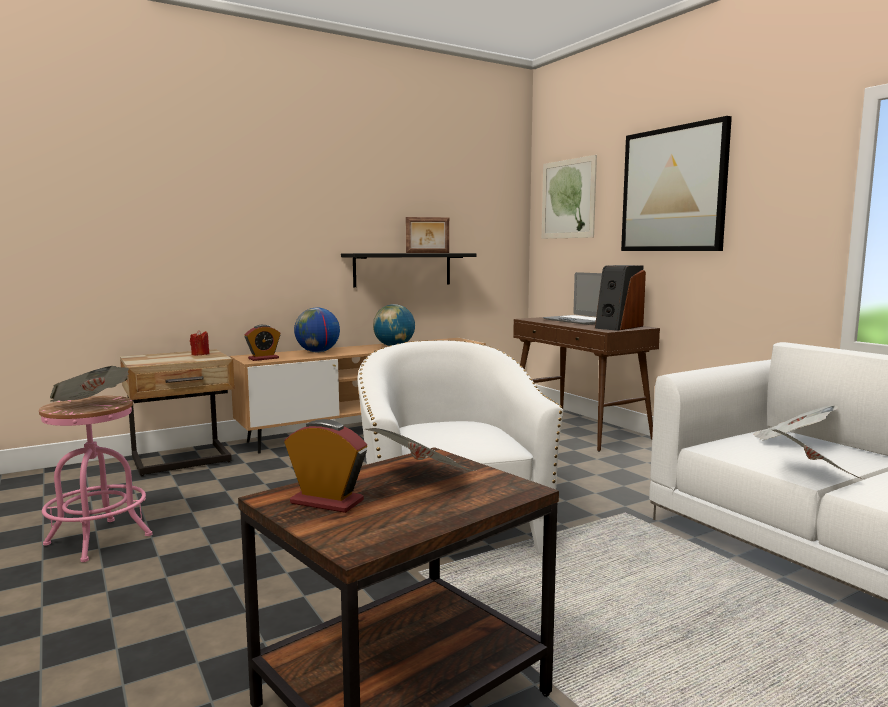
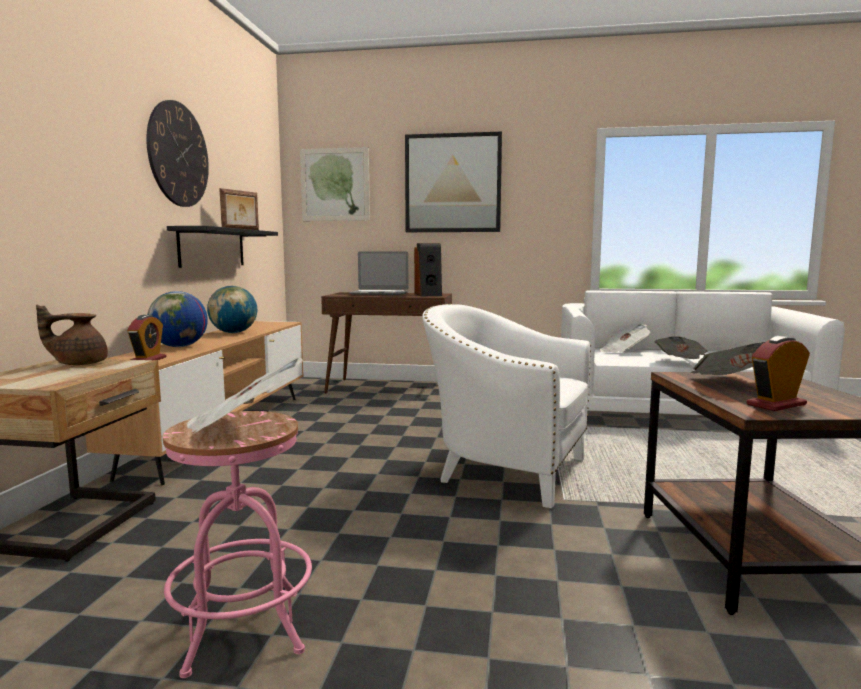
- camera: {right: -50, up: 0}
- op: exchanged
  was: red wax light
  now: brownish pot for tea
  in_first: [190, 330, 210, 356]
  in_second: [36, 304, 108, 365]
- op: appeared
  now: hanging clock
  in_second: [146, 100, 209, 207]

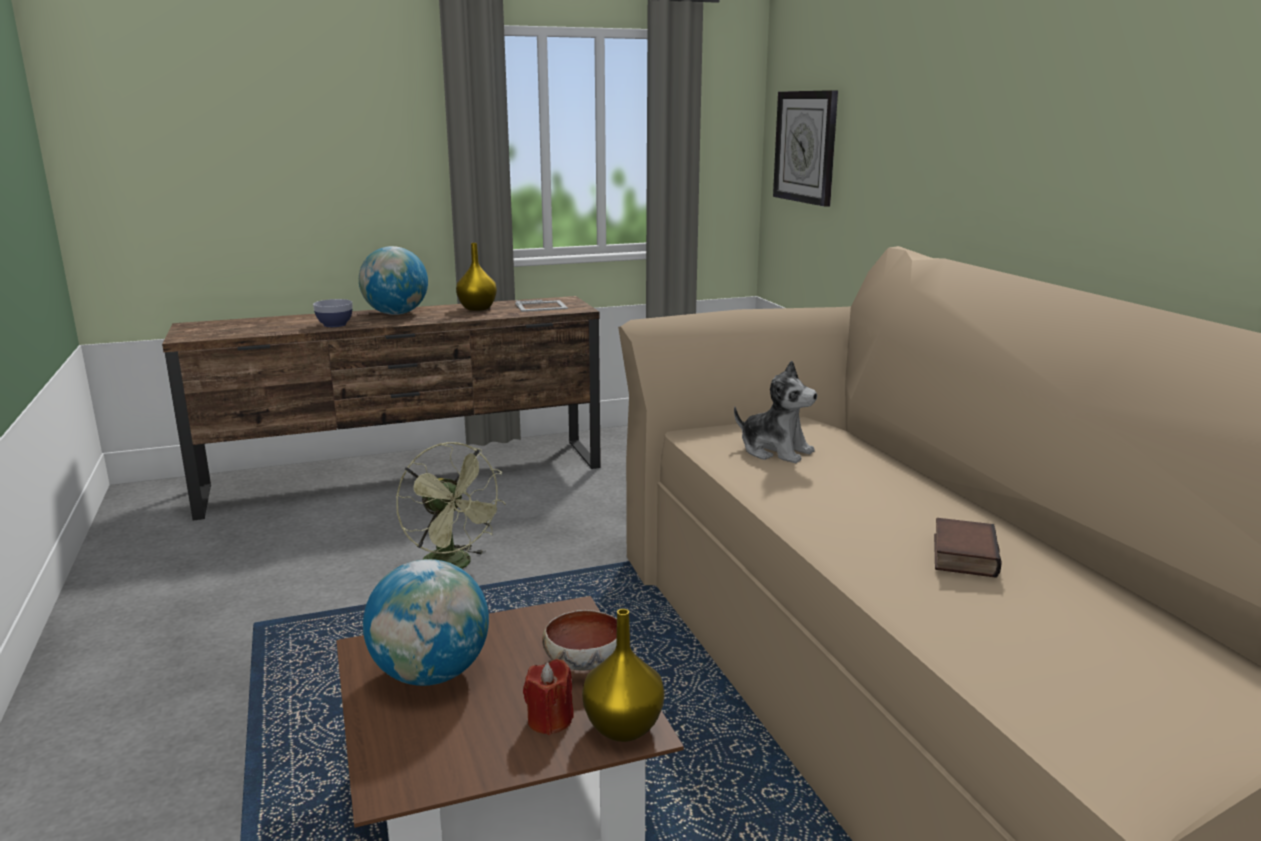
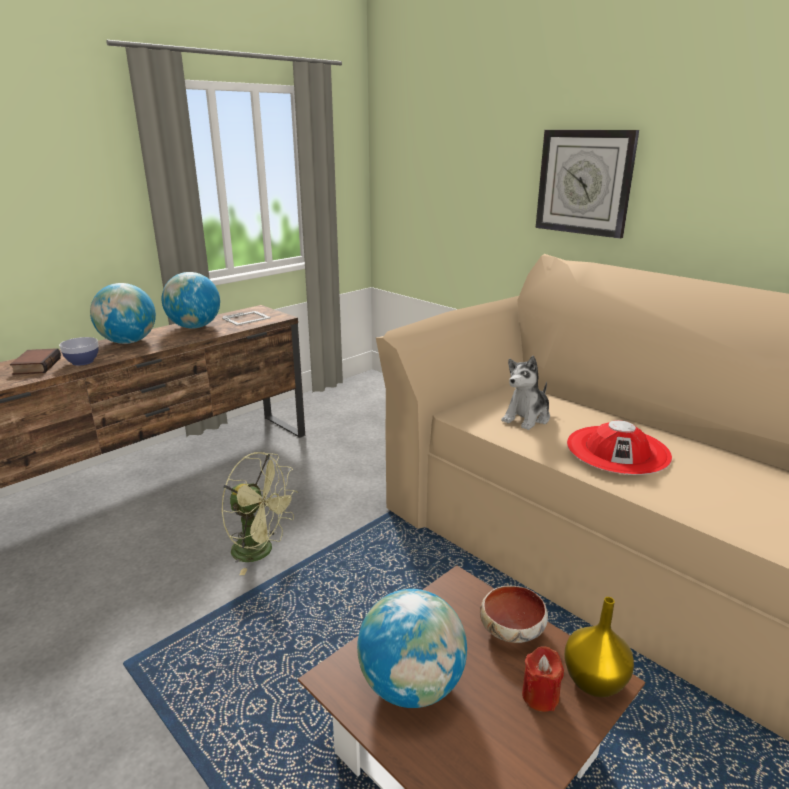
- camera: {right: -25, up: 5}
- op: relocated
  was: hanging clock
  in_first: [773, 90, 838, 207]
  in_second: [536, 130, 639, 239]
- op: exchanged
  was: yellow decorative vase
  now: globe
  in_first: [456, 243, 497, 311]
  in_second: [162, 272, 220, 329]
- op: spun
  was: plush toy
  in_first: [734, 361, 817, 463]
  in_second: [501, 356, 550, 430]
  clockwise: 120
- op: relocated
  was: book
  in_first: [934, 518, 1002, 578]
  in_second: [10, 348, 61, 375]
- op: appeared
  now: red hat
  in_second: [567, 420, 672, 475]

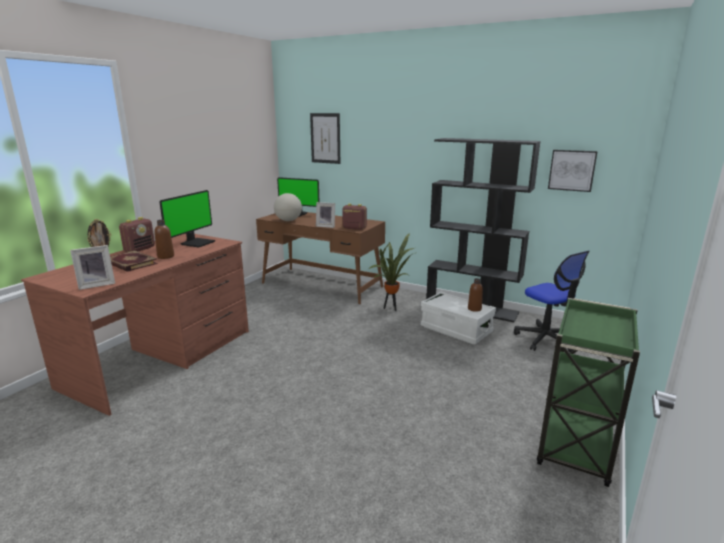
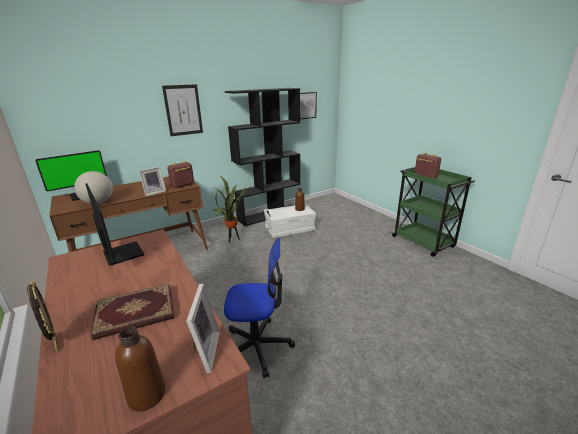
- camera: {right: -60, up: 5}
- op: relocated
  was: wall picture
  in_first: [310, 113, 340, 164]
  in_second: [162, 84, 203, 136]
- op: relocated
  was: radio receiver
  in_first: [119, 217, 155, 252]
  in_second: [415, 153, 441, 179]
- op: relocated
  was: brownish bottle
  in_first: [154, 220, 174, 259]
  in_second: [115, 326, 165, 411]
- op: relocated
  was: computer chair
  in_first: [514, 251, 590, 352]
  in_second: [224, 238, 295, 378]

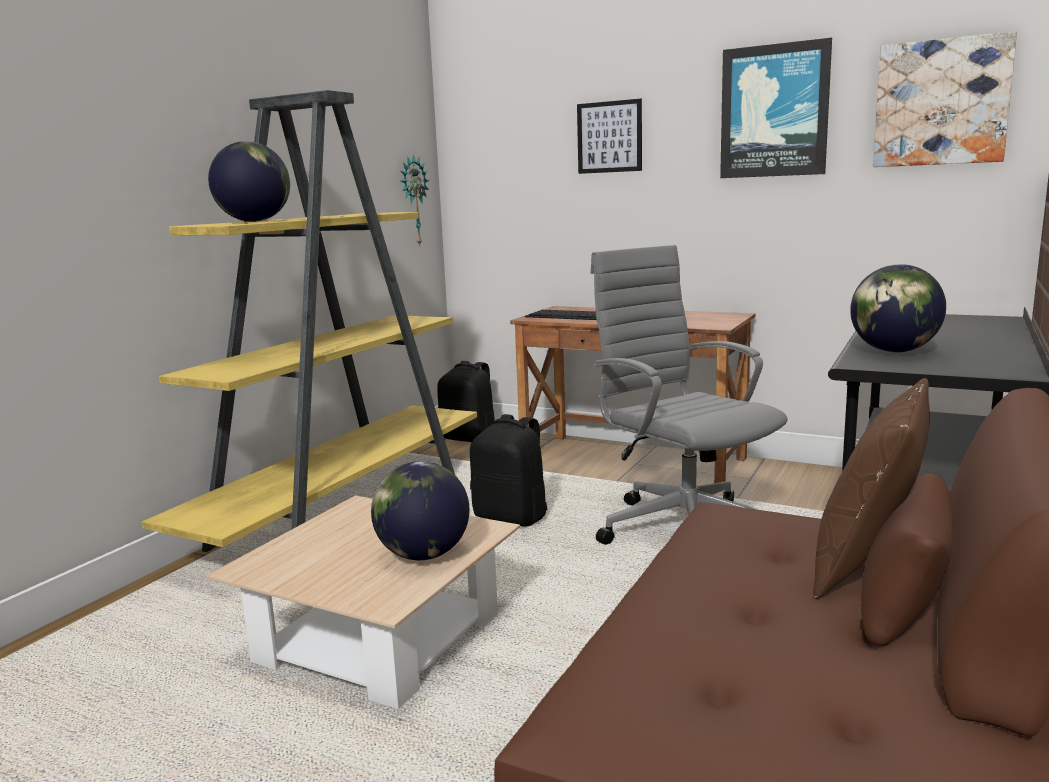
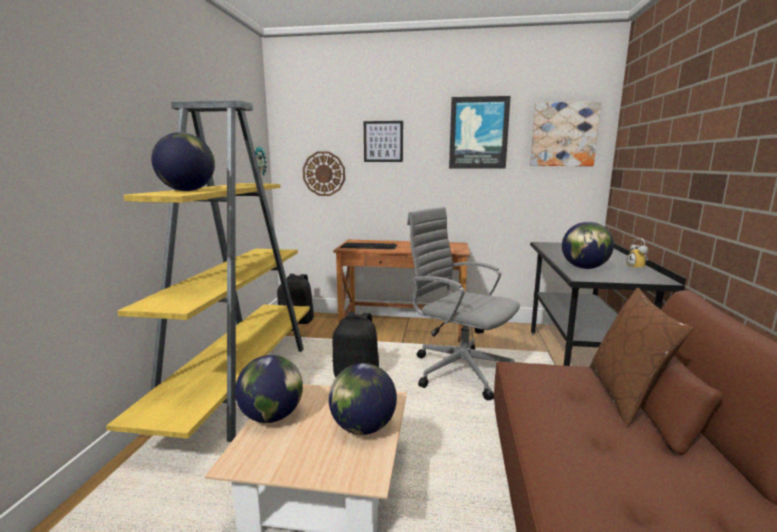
- camera: {right: -20, up: 0}
- op: appeared
  now: hanging clock
  in_second: [303, 151, 345, 196]
- op: appeared
  now: table clock
  in_second: [626, 238, 648, 270]
- op: appeared
  now: globe
  in_second: [235, 355, 303, 423]

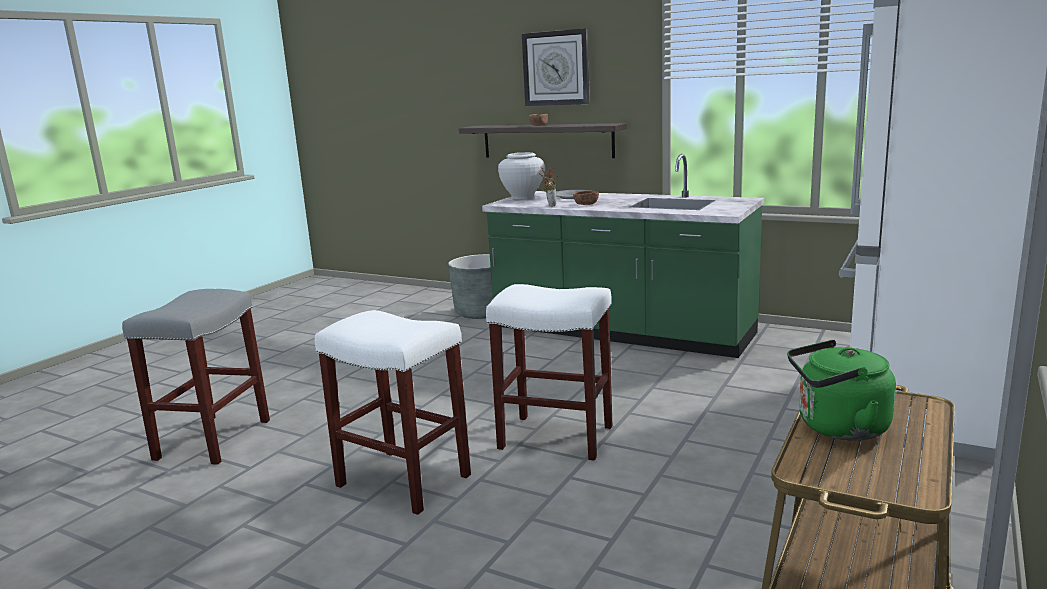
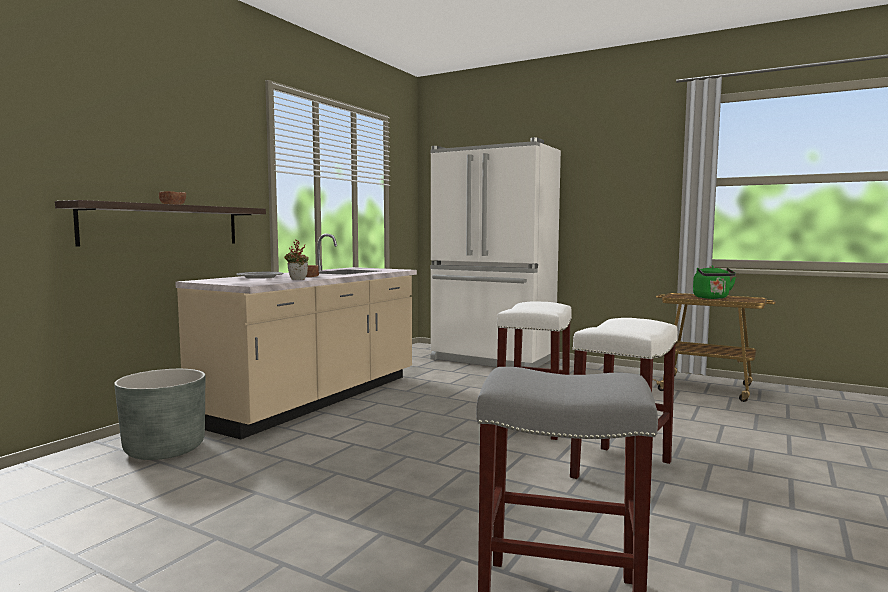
- camera: {right: -90, up: -10}
- op: missing
  was: hanging clock
  in_first: [522, 28, 590, 106]
- op: missing
  was: white-coloured decorative vase
  in_first: [498, 152, 545, 199]
- op: colour
  was: green-coloured kitchen counter
  now: beige-coloured kitchen counter
  in_first: [482, 154, 764, 358]
  in_second: [175, 234, 417, 439]

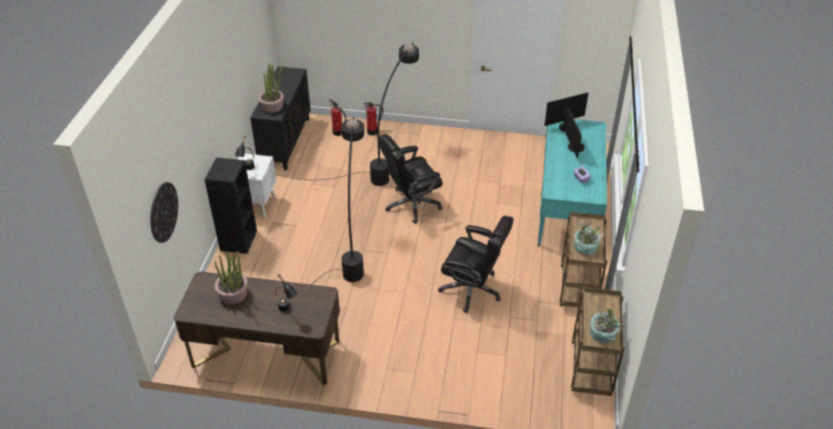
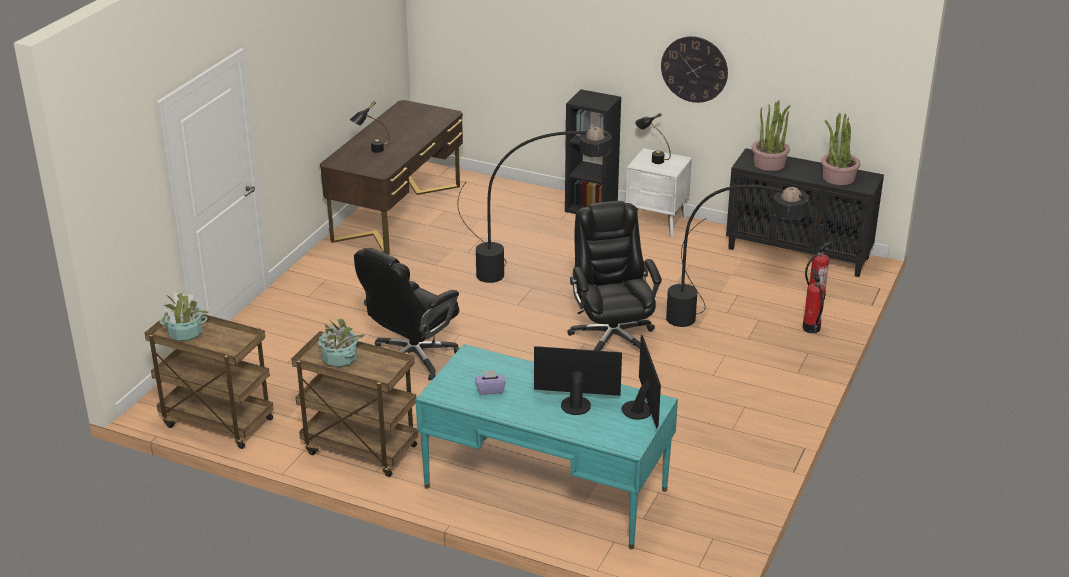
- camera: {right: 105, up: -10}
- op: relocated
  was: hanging clock
  in_first: [150, 182, 178, 243]
  in_second: [661, 36, 728, 103]
- op: relocated
  was: houseplant
  in_first: [214, 251, 248, 305]
  in_second: [821, 113, 860, 185]

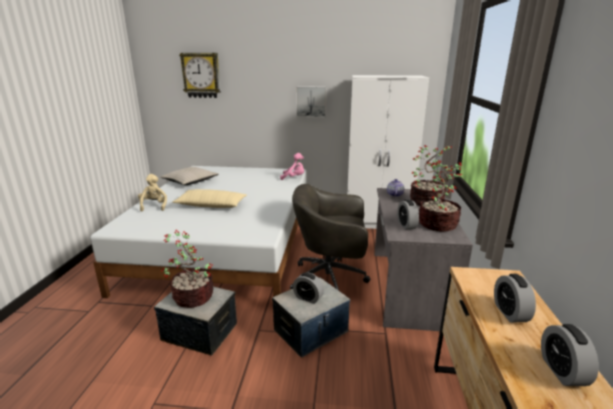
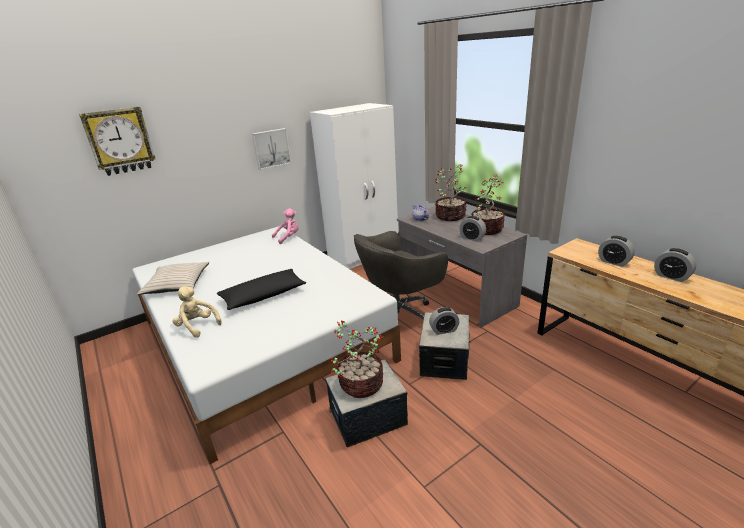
- camera: {right: -40, up: 5}
- op: colour
  was: beige-coloured cushion
  now: black-coloured cushion
  in_first: [173, 189, 247, 208]
  in_second: [217, 269, 306, 310]

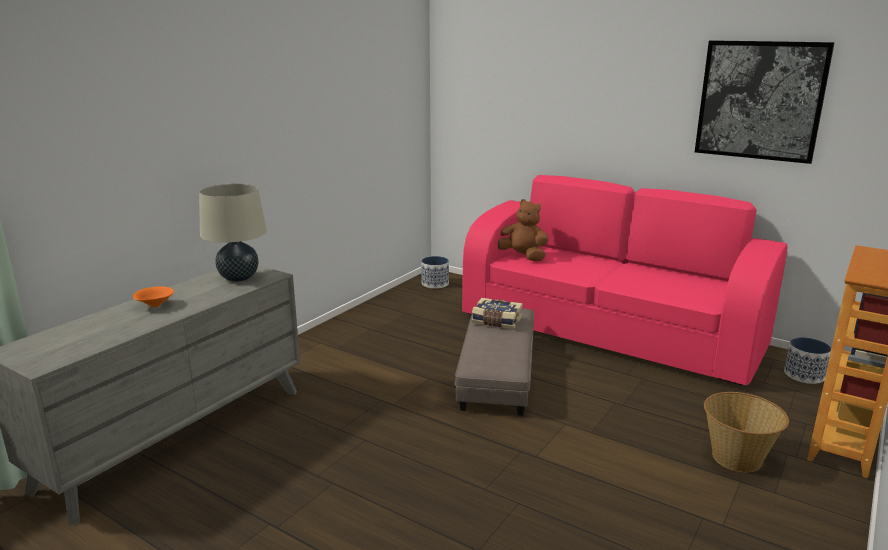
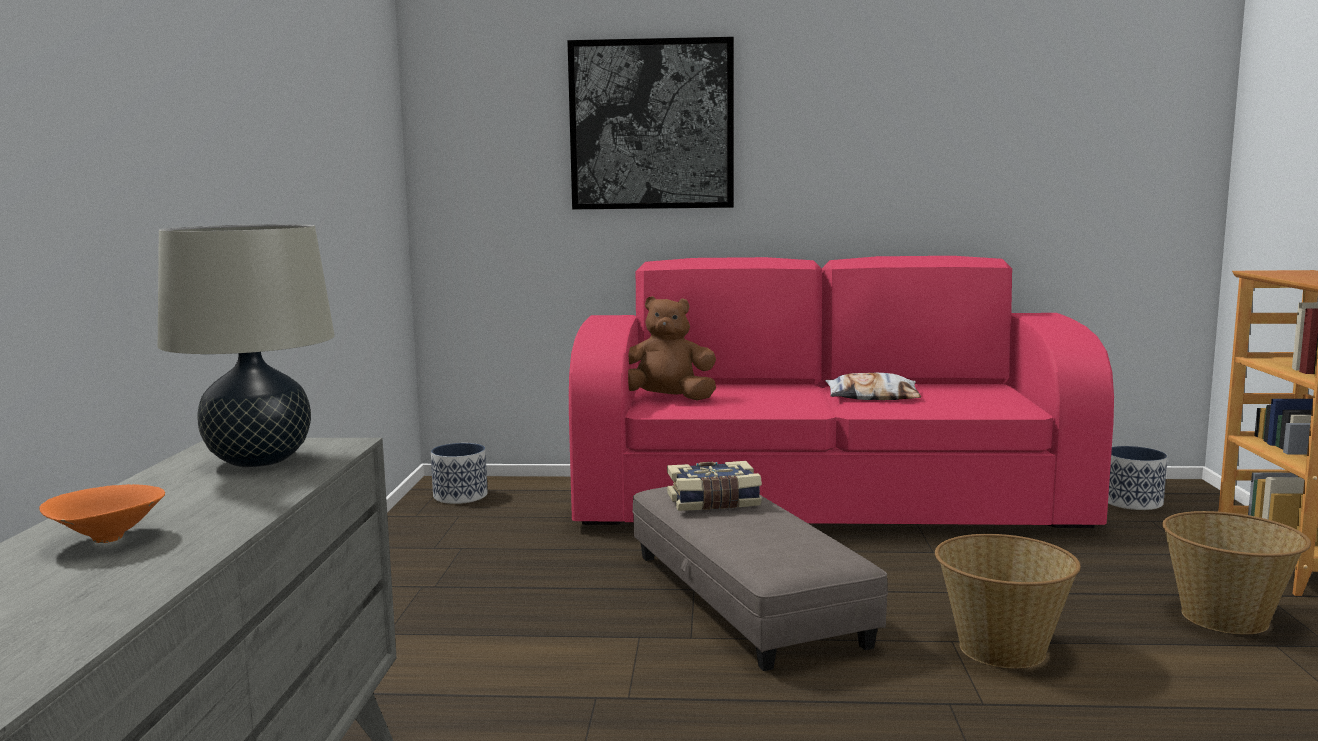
- camera: {right: -30, up: -10}
- op: relocated
  was: wall picture
  in_first: [695, 40, 835, 164]
  in_second: [567, 37, 734, 209]
- op: appeared
  now: cushion
  in_second: [825, 373, 921, 400]
- op: appeared
  now: basket
  in_second: [935, 534, 1081, 669]

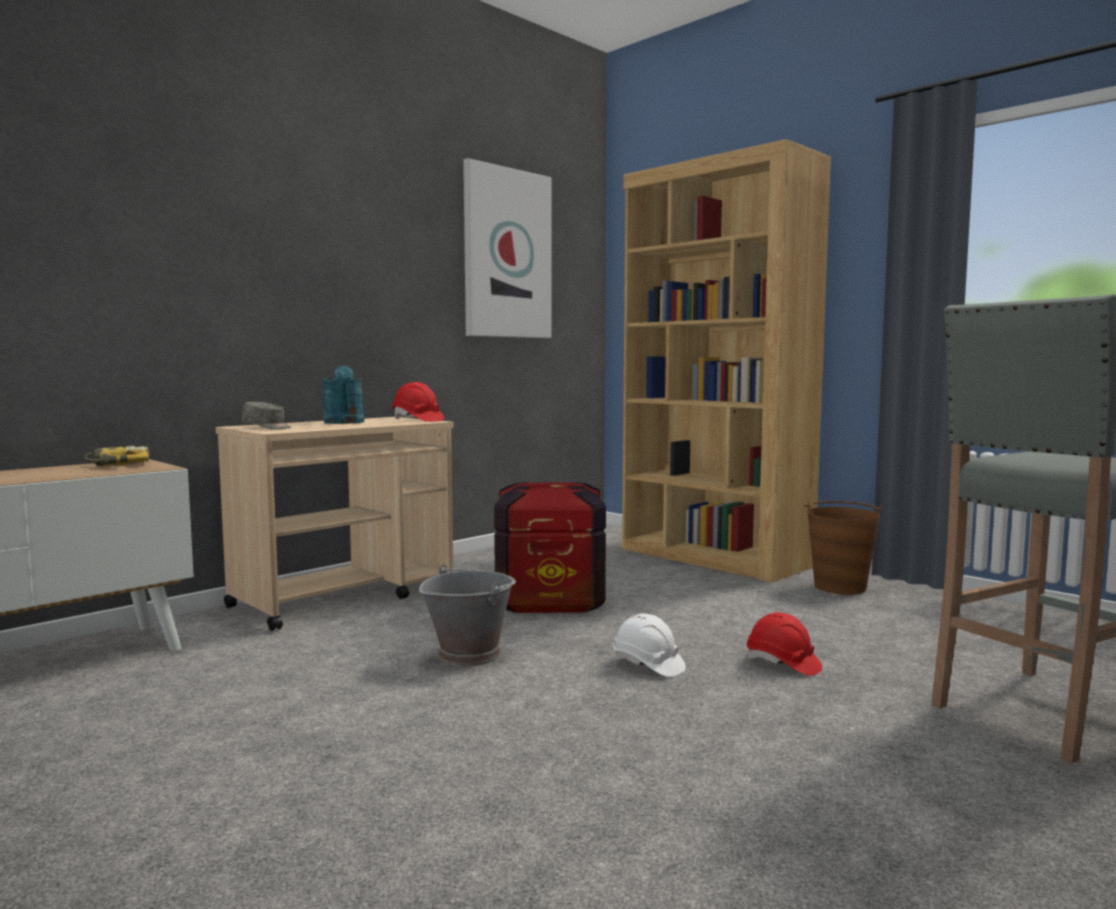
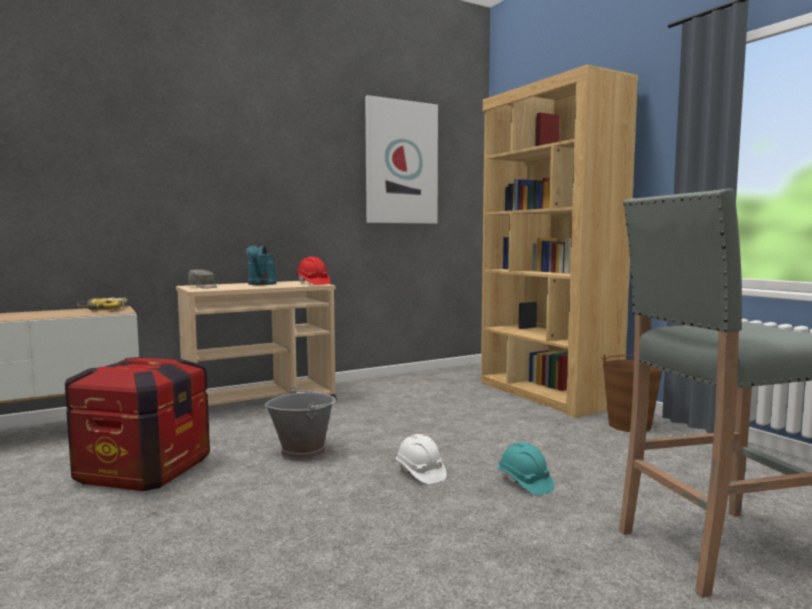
- camera: {right: 15, up: 0}
- op: relocated
  was: crate
  in_first: [494, 482, 606, 613]
  in_second: [65, 357, 210, 491]
- op: colour
  was: red hard hat
  now: turquoise hard hat
  in_first: [746, 613, 822, 676]
  in_second: [498, 442, 555, 495]

